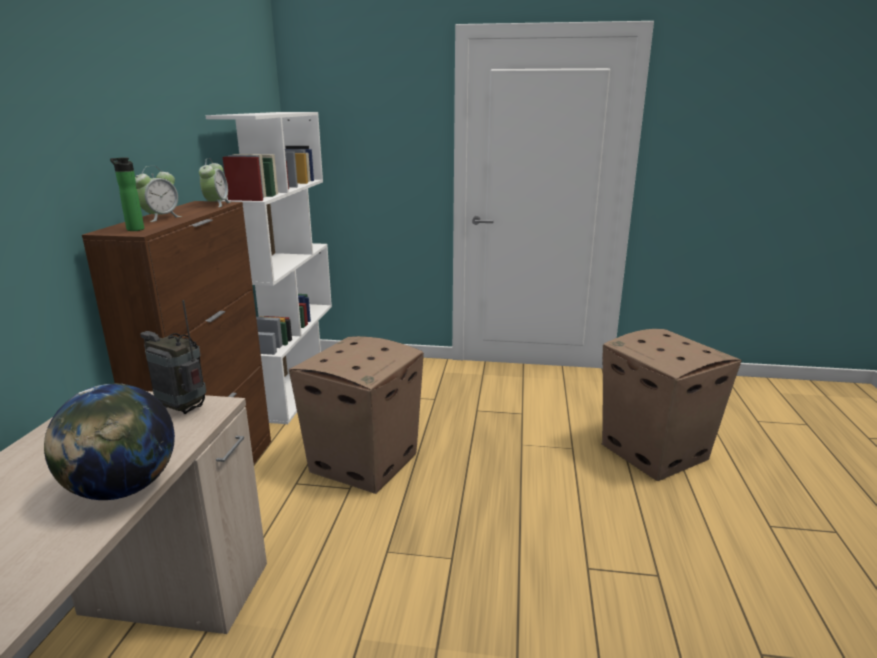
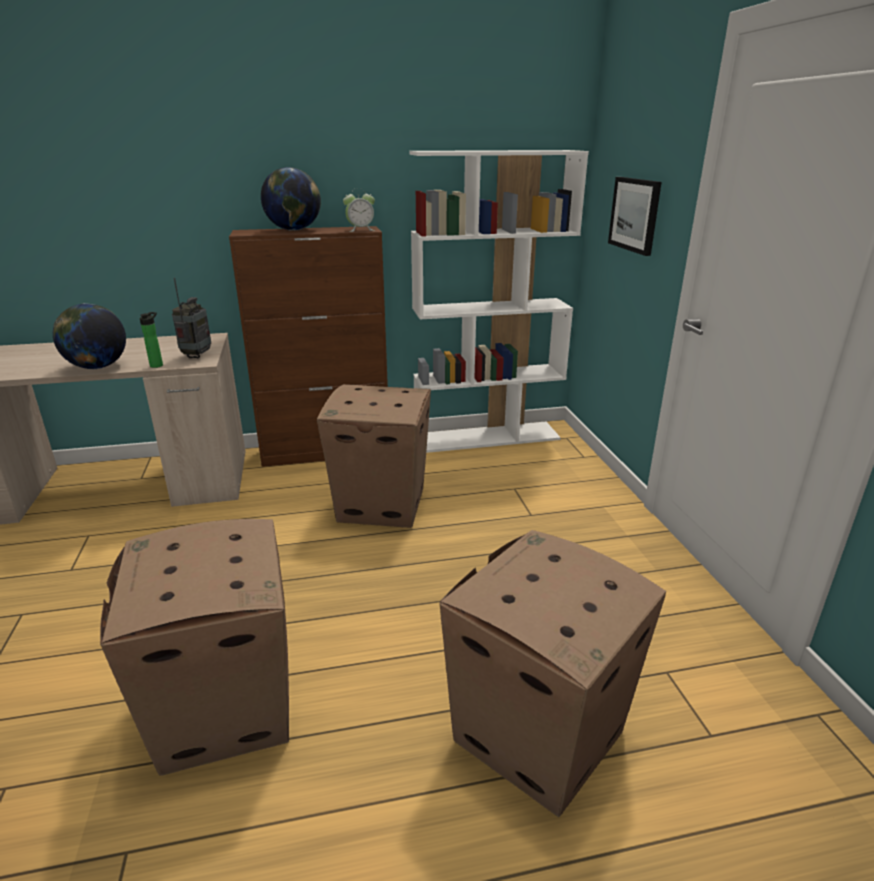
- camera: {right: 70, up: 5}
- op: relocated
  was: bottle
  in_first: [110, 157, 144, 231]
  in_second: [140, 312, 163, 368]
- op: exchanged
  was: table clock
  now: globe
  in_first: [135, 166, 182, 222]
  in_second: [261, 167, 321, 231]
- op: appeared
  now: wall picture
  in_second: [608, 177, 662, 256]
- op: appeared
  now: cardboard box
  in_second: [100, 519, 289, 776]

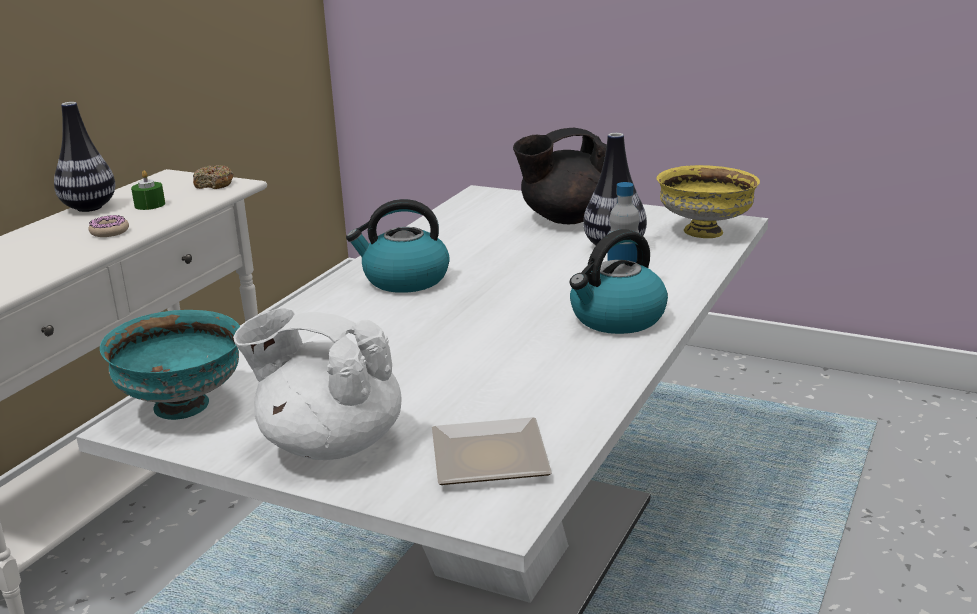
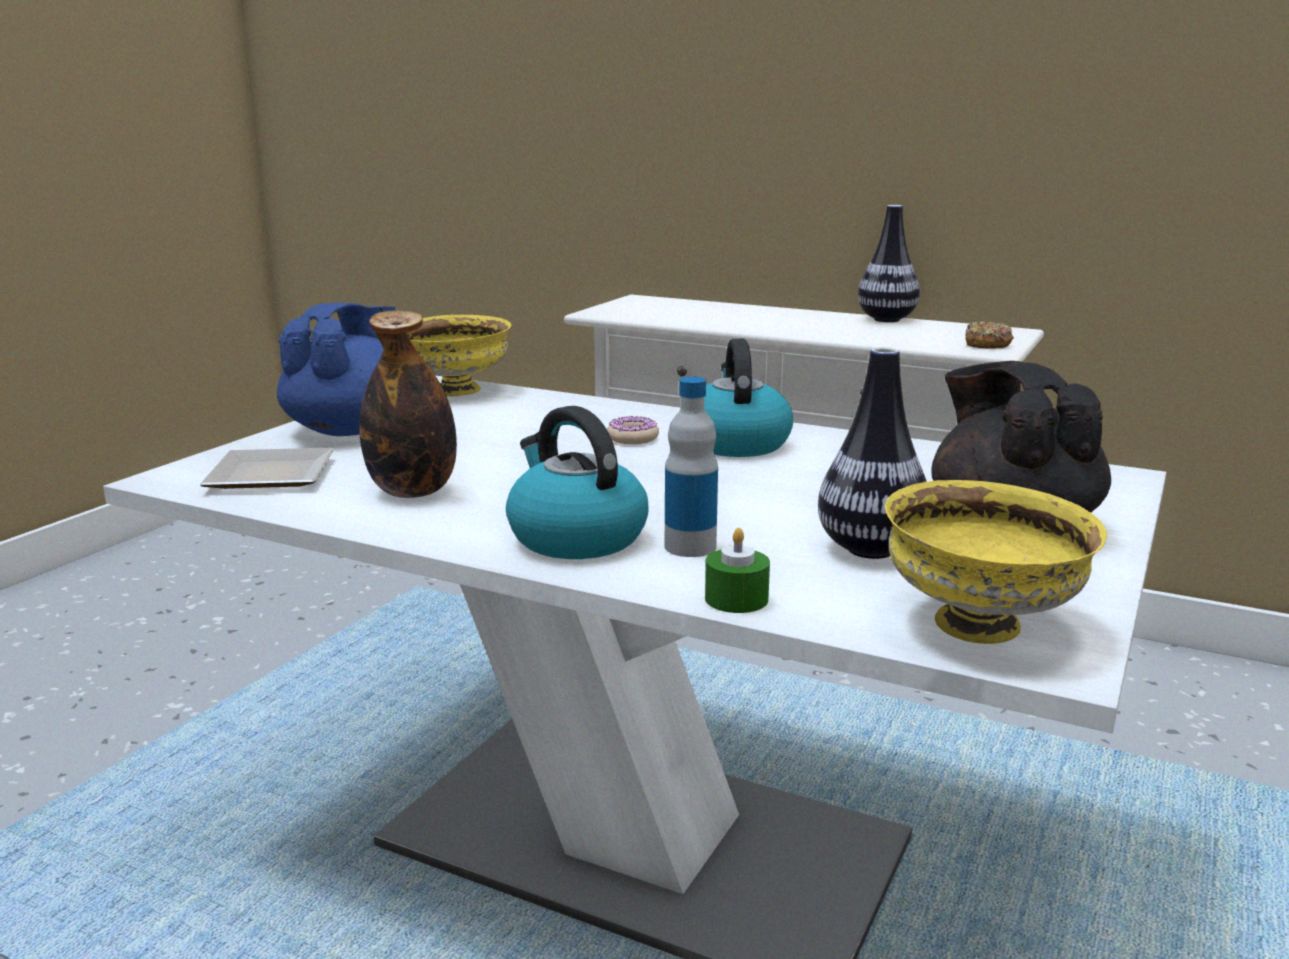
- camera: {right: 90, up: -5}
- op: relocated
  was: green-coloured wax light
  in_first: [131, 170, 165, 210]
  in_second: [705, 528, 770, 613]
- op: relocated
  was: doughnut
  in_first: [89, 215, 129, 237]
  in_second: [607, 416, 659, 444]
- op: colour
  was: white-coloured pot for tea
  now: bluish pot for tea
  in_first: [233, 308, 402, 460]
  in_second: [277, 303, 396, 436]
- op: colour
  was: turquoise deep dish
  now: yellow deep dish
  in_first: [100, 310, 240, 420]
  in_second: [407, 315, 511, 396]
- op: appeared
  now: bottle
  in_second: [359, 311, 457, 498]

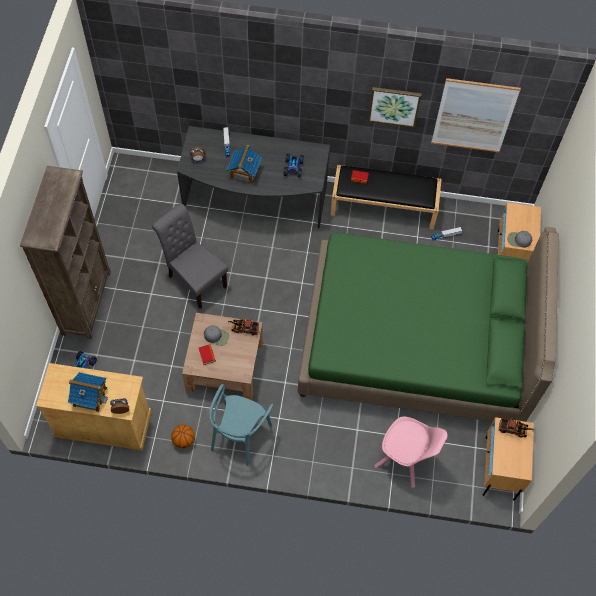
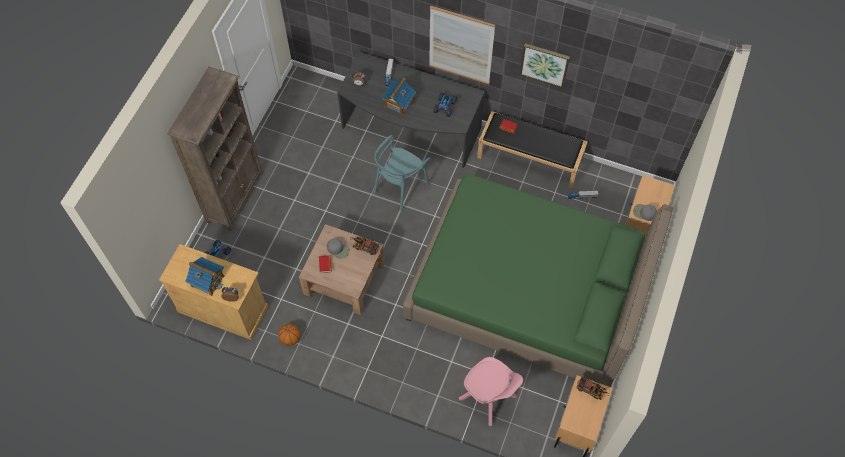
- camera: {right: 15, up: 0}
- op: relocated
  was: wall picture
  in_first: [431, 78, 521, 152]
  in_second: [429, 5, 495, 85]
- op: missing
  was: gray chair
  in_first: [152, 203, 228, 309]
- op: relocated
  was: turquoise chair
  in_first: [209, 384, 274, 466]
  in_second: [373, 135, 431, 211]

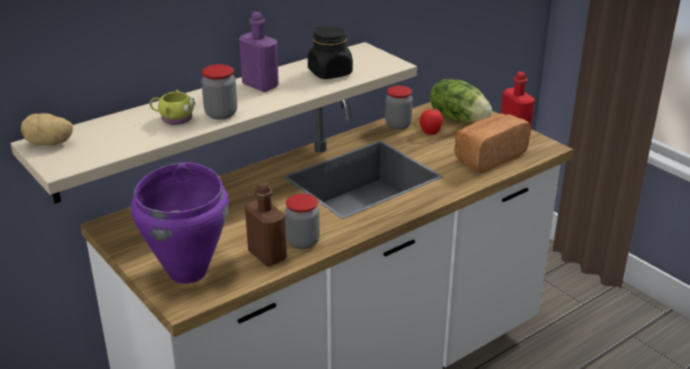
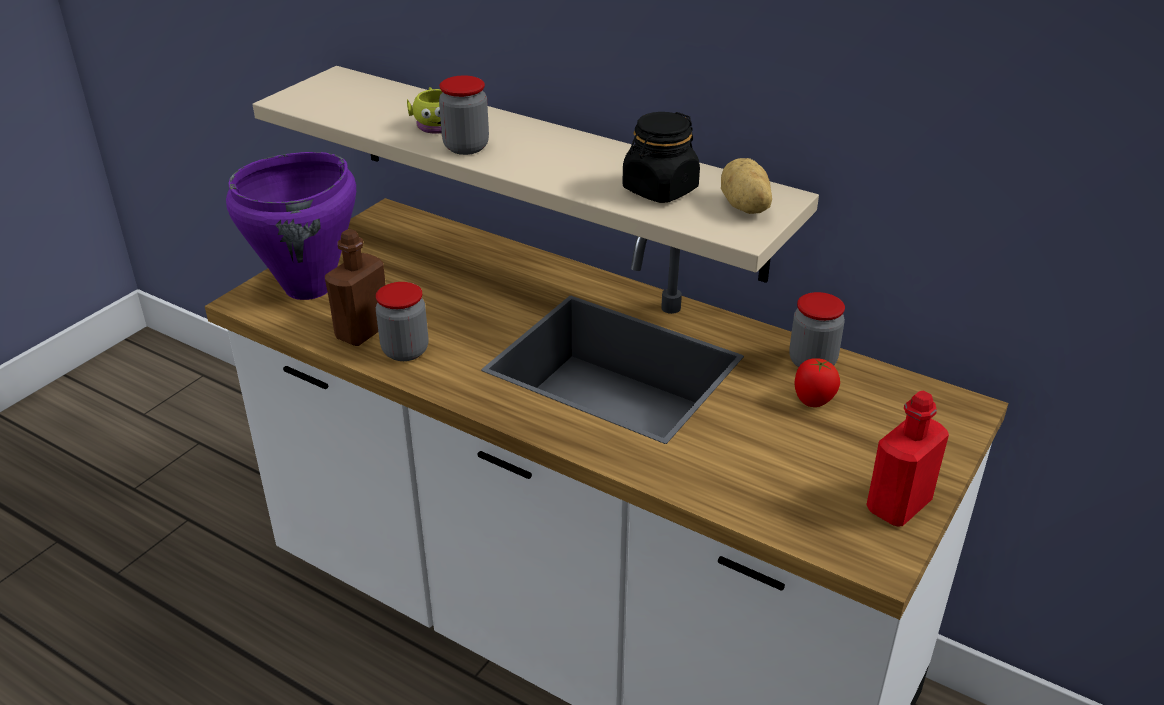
- camera: {right: 70, up: 5}
- op: missing
  was: purple-coloured bottle
  in_first: [239, 12, 279, 92]
- op: missing
  was: head of lettuce
  in_first: [430, 79, 492, 122]
- op: relocated
  was: whole potato
  in_first: [21, 113, 73, 146]
  in_second: [721, 158, 772, 214]
- op: missing
  was: bread
  in_first: [454, 113, 530, 173]

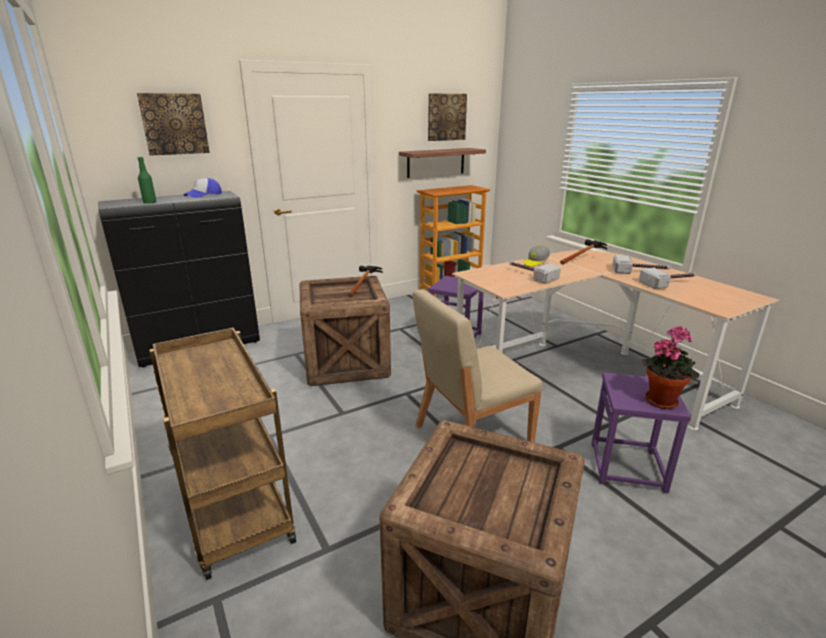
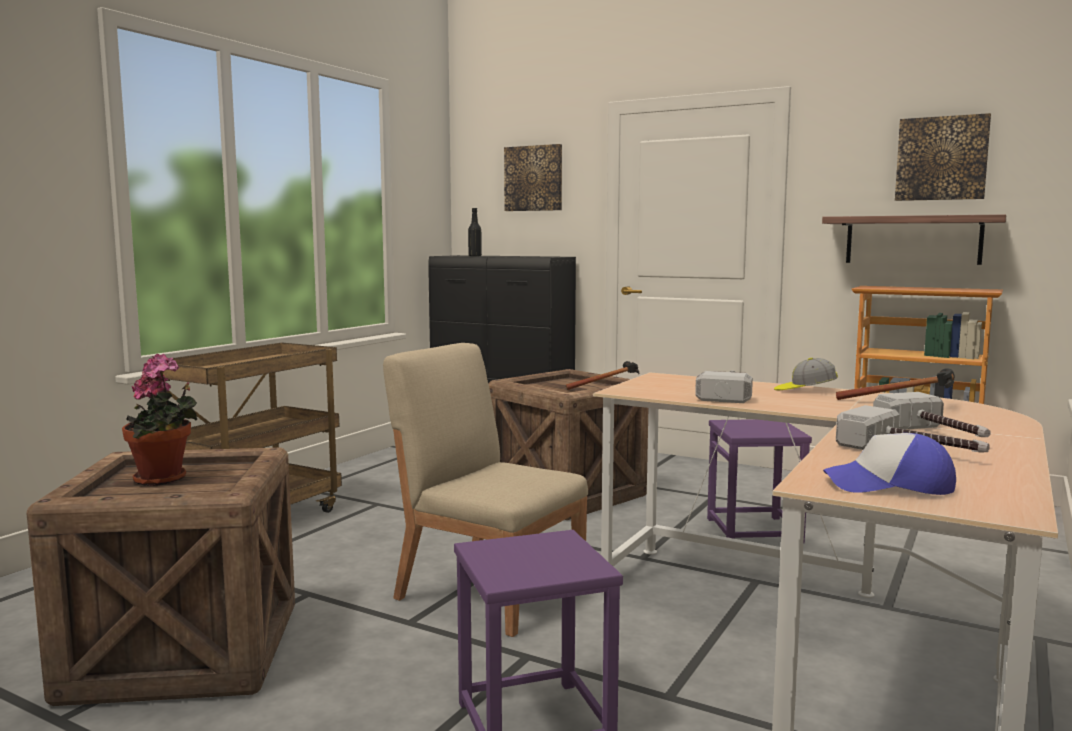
- camera: {right: 60, up: -15}
- op: colour
  was: green-coloured bottle
  now: black-coloured bottle
  in_first: [138, 157, 156, 204]
  in_second: [468, 208, 482, 256]
- op: relocated
  was: peaked cap
  in_first: [184, 178, 222, 198]
  in_second: [823, 433, 956, 495]
- op: relocated
  was: houseplant
  in_first: [642, 326, 699, 409]
  in_second: [122, 354, 197, 486]

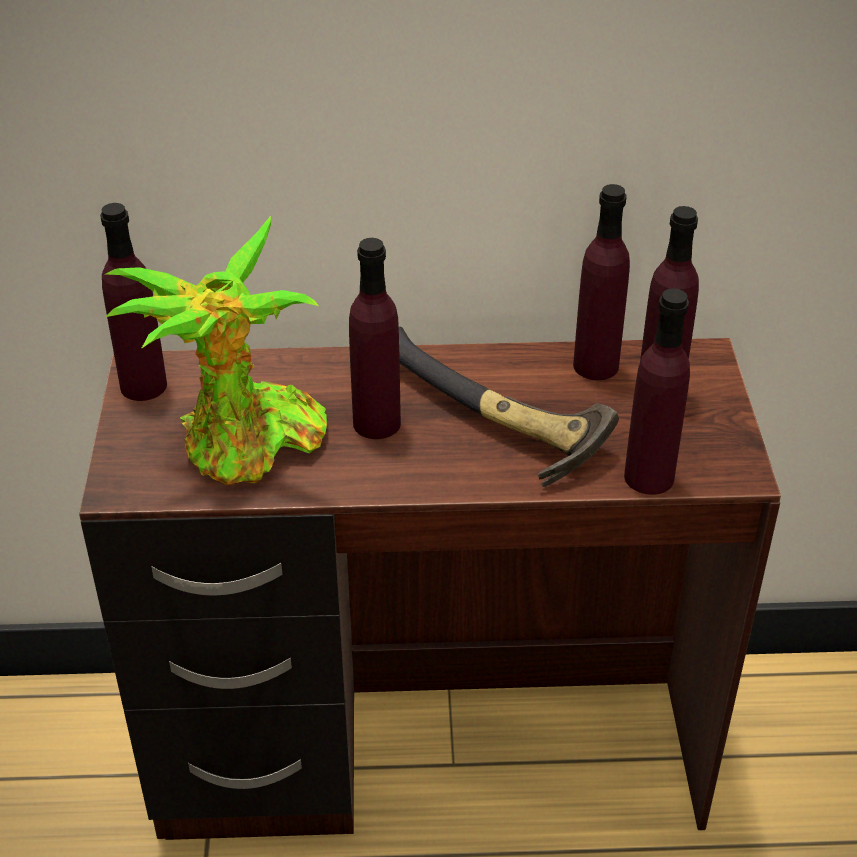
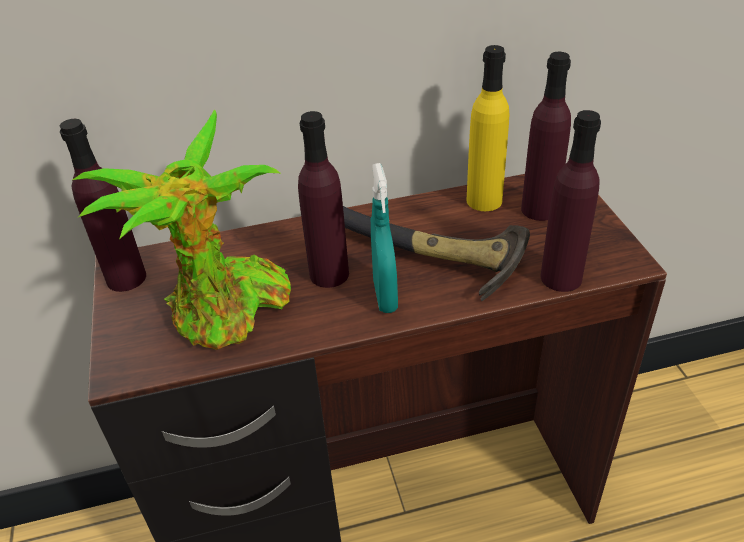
- camera: {right: -10, up: 0}
- op: colour
  was: purple-coloured bottle
  now: yellow bottle
  in_first: [573, 184, 630, 380]
  in_second: [467, 45, 509, 211]
- op: appeared
  now: turquoise hand sprayer
  in_second: [371, 163, 398, 313]

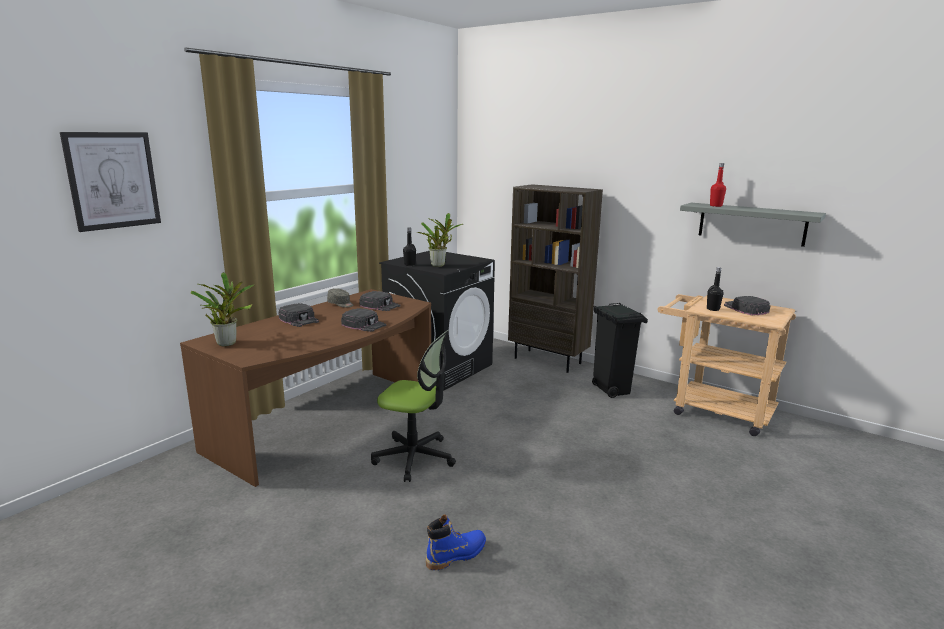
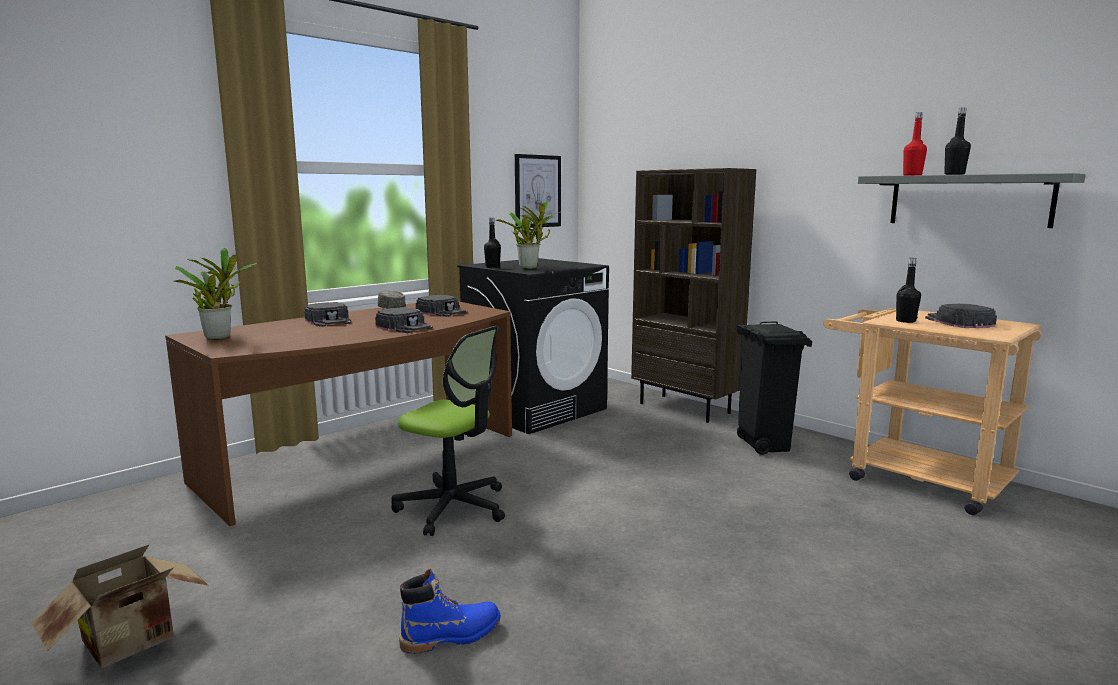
- camera: {right: 10, up: -5}
- op: relocated
  was: wall picture
  in_first: [60, 132, 161, 232]
  in_second: [515, 154, 561, 228]
- op: appeared
  now: black-coloured bottle
  in_second: [944, 108, 971, 175]
- op: appeared
  now: cardboard box
  in_second: [31, 544, 209, 669]

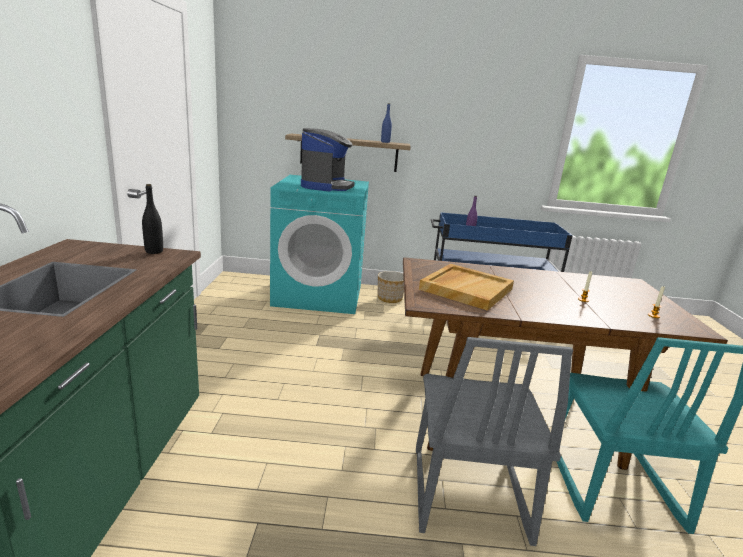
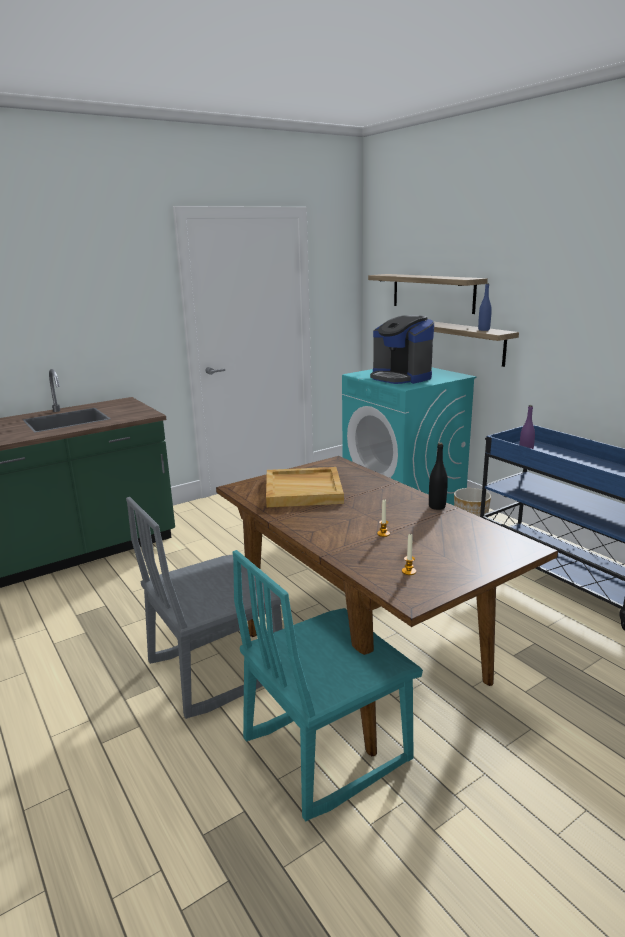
- camera: {right: 55, up: 0}
- op: spun
  was: coffee machine
  in_first: [301, 128, 355, 191]
  in_second: [370, 315, 434, 384]
  clockwise: 75
- op: relocated
  was: black-coloured bottle
  in_first: [142, 184, 163, 254]
  in_second: [429, 442, 448, 510]
- op: appeared
  now: wall shelf
  in_second: [368, 274, 488, 314]

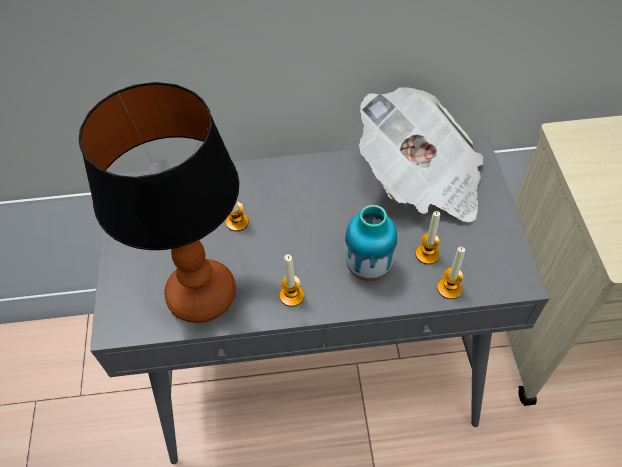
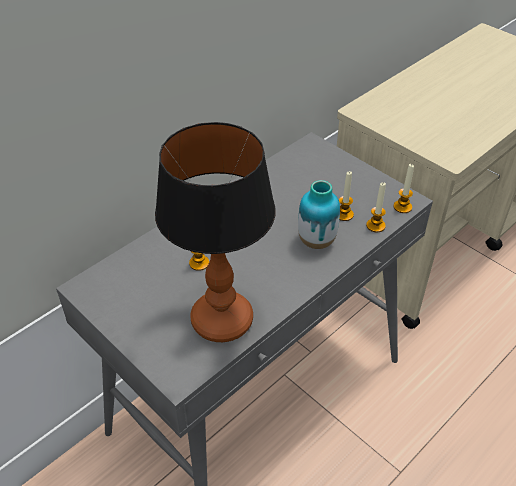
- camera: {right: -40, up: -10}
- op: missing
  was: printed paper
  in_first: [359, 87, 483, 223]
- op: relocated
  was: wax light
  in_first: [280, 254, 304, 307]
  in_second: [393, 164, 414, 213]

